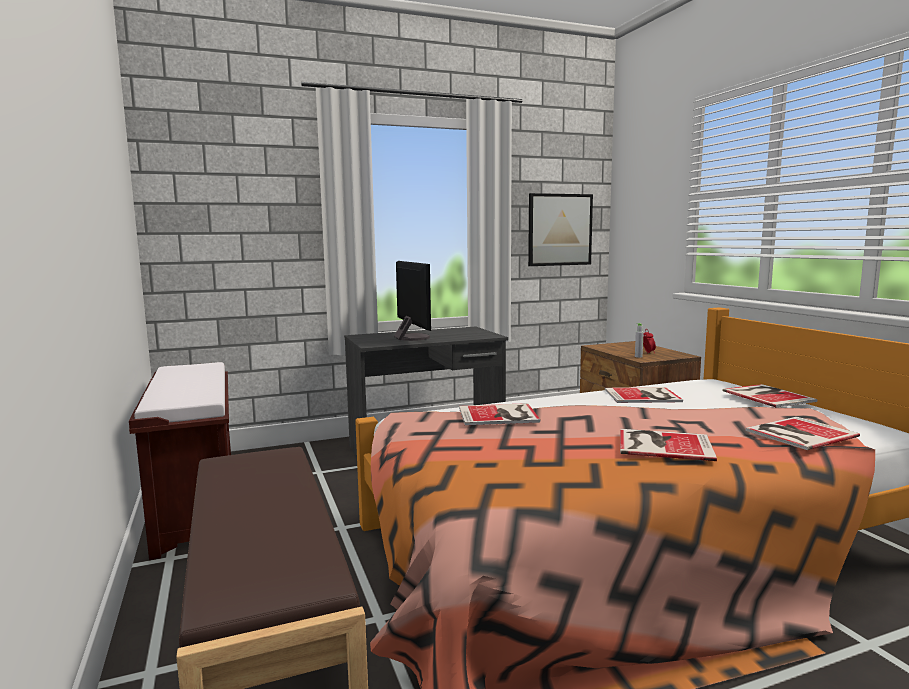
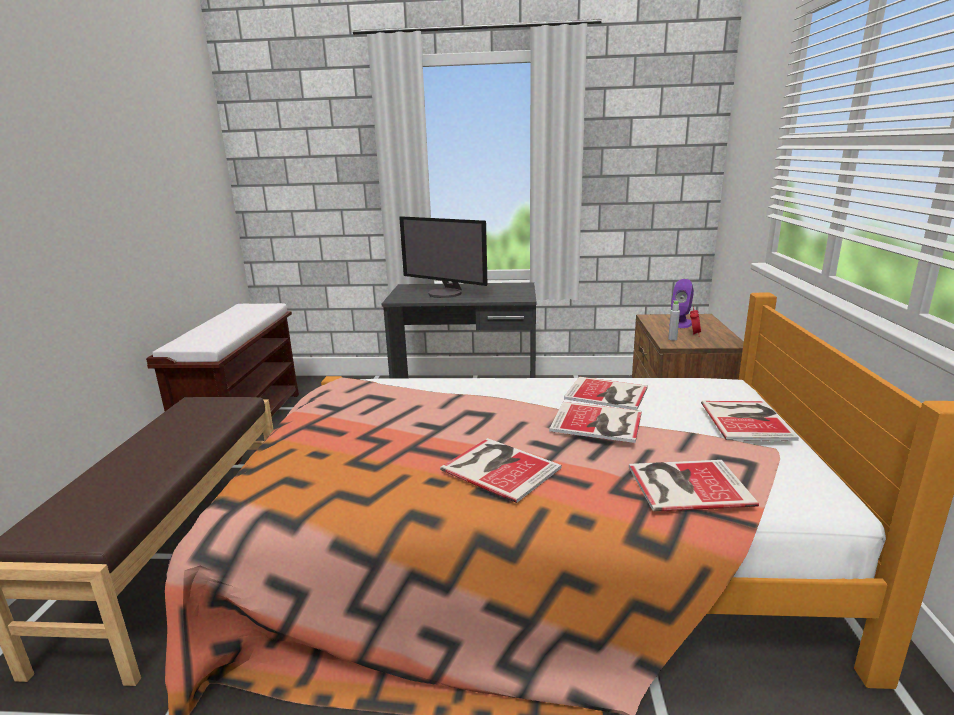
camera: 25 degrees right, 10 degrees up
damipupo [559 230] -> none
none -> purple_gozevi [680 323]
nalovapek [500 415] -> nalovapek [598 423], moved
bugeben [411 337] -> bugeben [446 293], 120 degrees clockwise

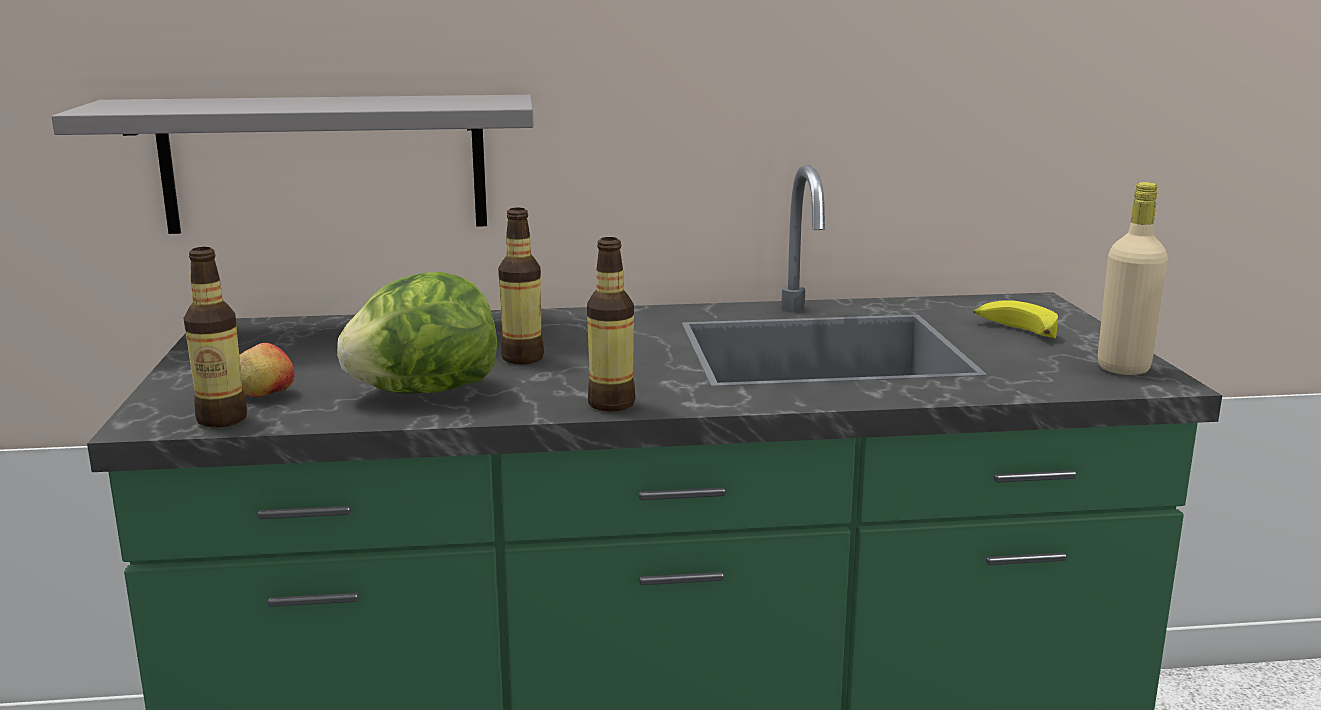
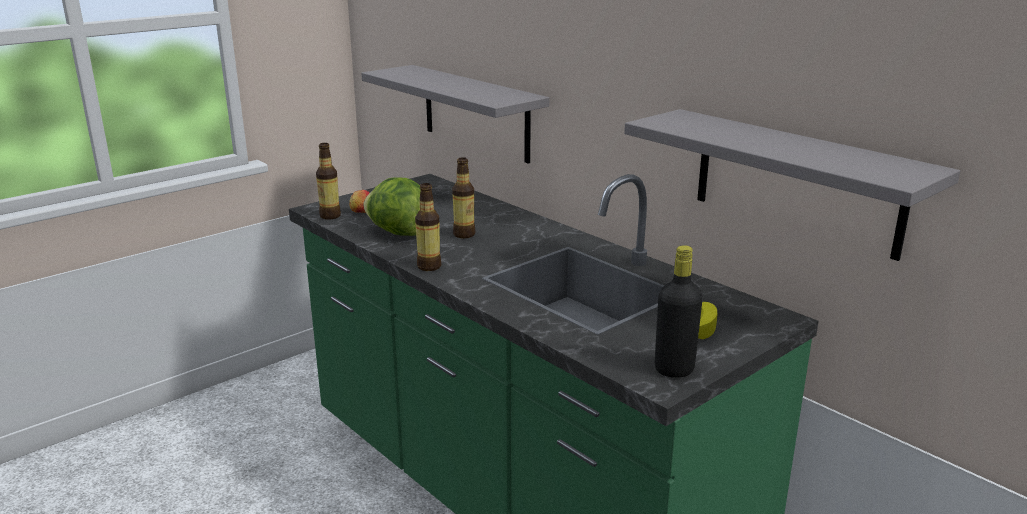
camera: 55 degrees right, 5 degrees up
none -> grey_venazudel [796 182]
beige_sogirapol [1123 368] -> black_sogirapol [674 369]

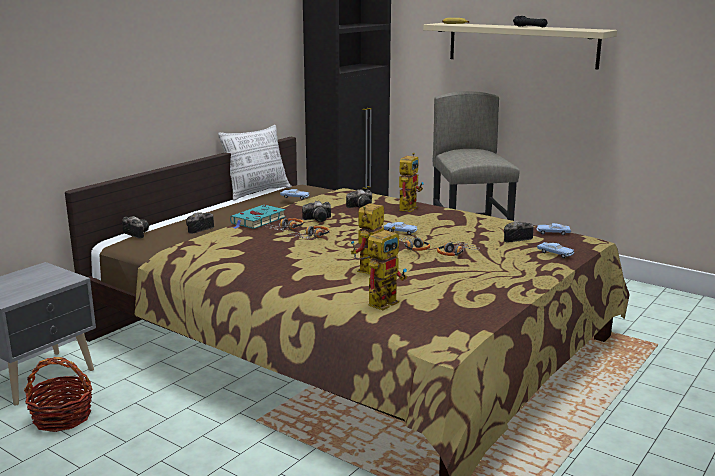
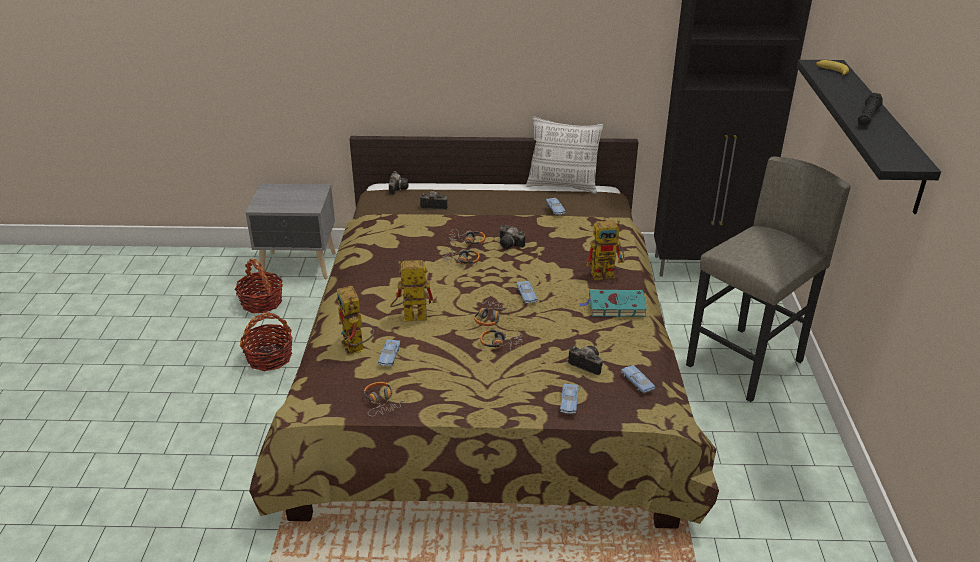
camera: 55 degrees right, 15 degrees up
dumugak [362 206] -> none
none -> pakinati [269 357]
none -> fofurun [381 402]
none -> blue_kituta [389 356]
turquoise_nalovapek [257 220] -> turquoise_nalovapek [615 306], moved
beige_venazudel [521 45] -> black_venazudel [879 133]
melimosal [385 301] -> melimosal [356 349], 60 degrees clockwise

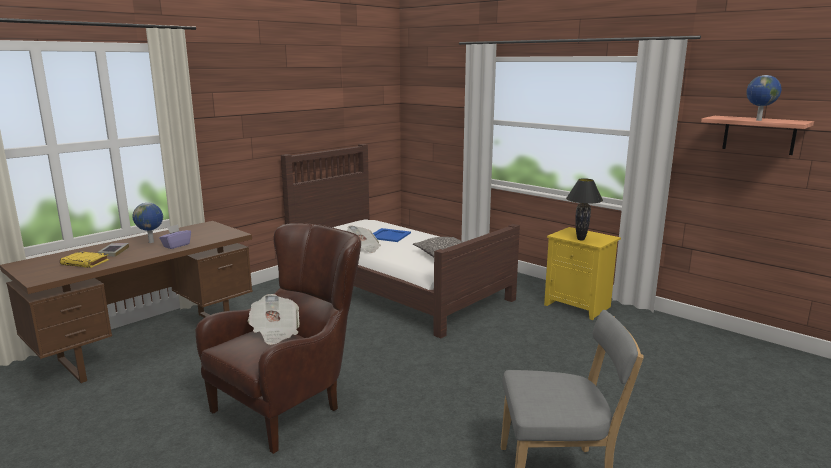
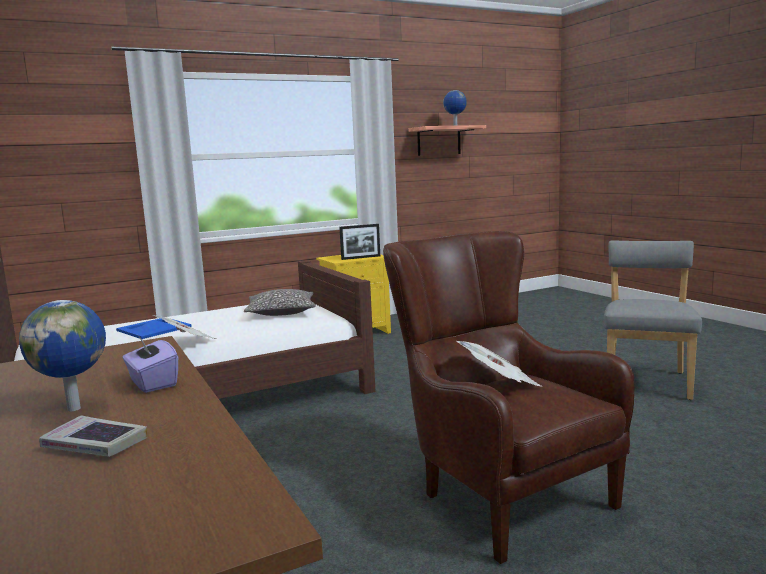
camera: 70 degrees left, 5 degrees down
yellow_nalovapek [85 262] -> none
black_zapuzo [581 239] -> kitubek [361 257]

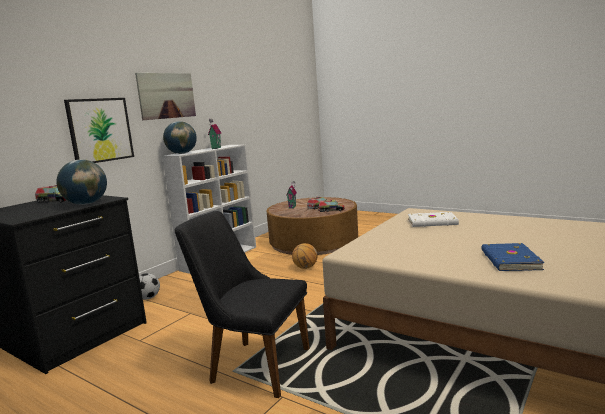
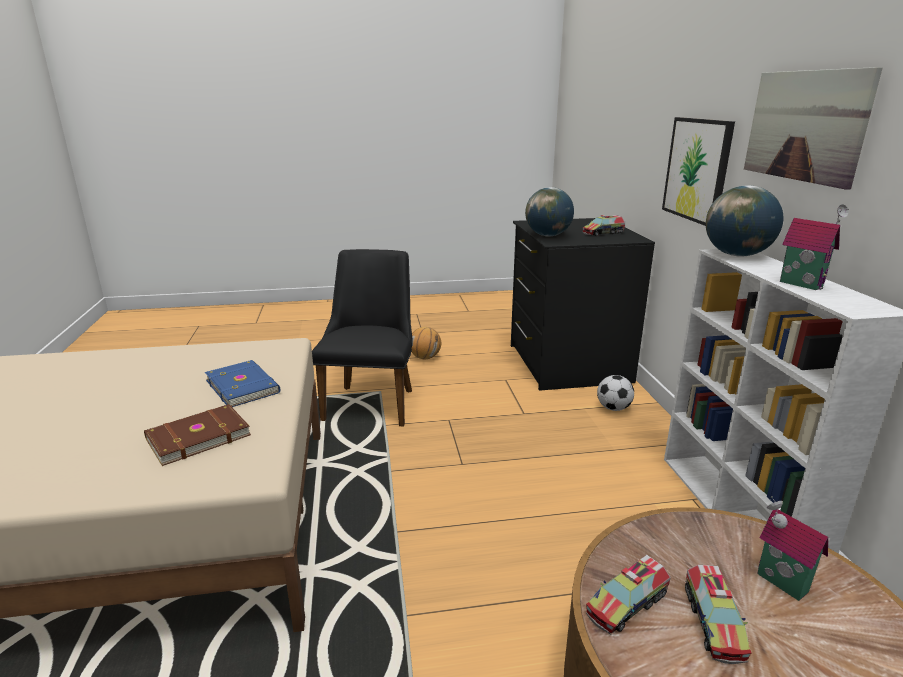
camera: 135 degrees right, 10 degrees up
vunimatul [305 267] -> vunimatul [425 357], moved
blue_nalovapek [509 260] -> blue_nalovapek [244 386], moved
white_nalovapek [433 222] -> brown_nalovapek [197 437]
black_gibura [251 364] -> black_gibura [373 400], 60 degrees counterclockwise

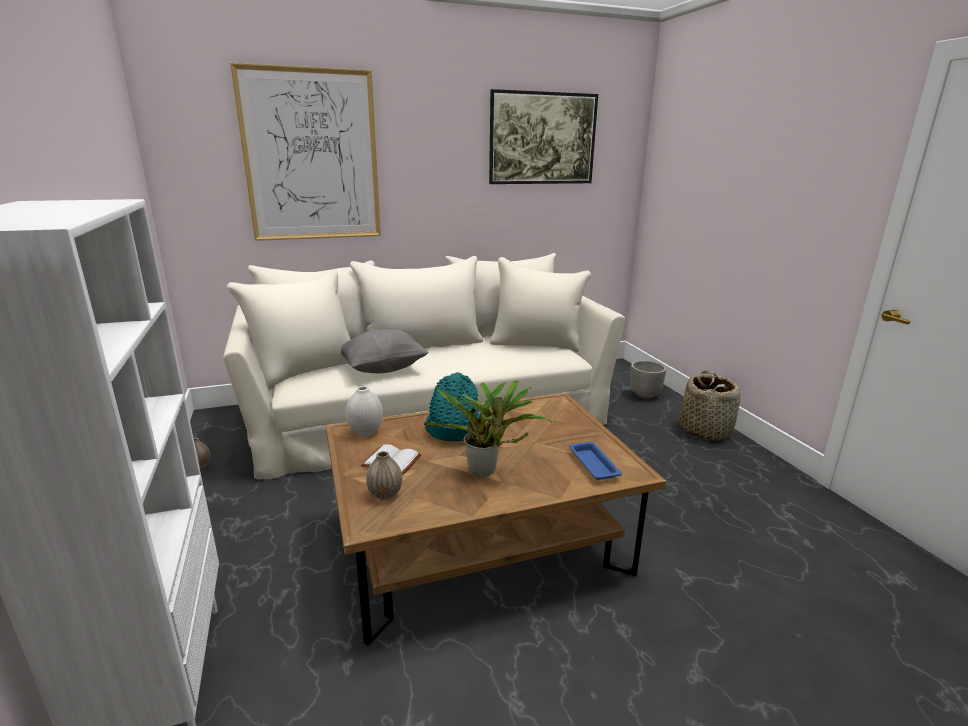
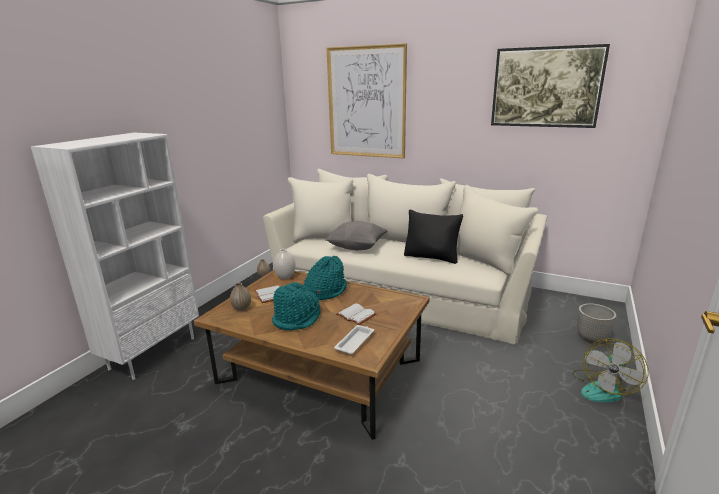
camera: 45 degrees right, 0 degrees up
none -> white_nalovapek [355 315]
none -> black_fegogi [432 257]
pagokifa [486 472] -> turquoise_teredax [297 319]
pakinati [705 431] -> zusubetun [603 388]
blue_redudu [593 463] -> white_redudu [355 342]

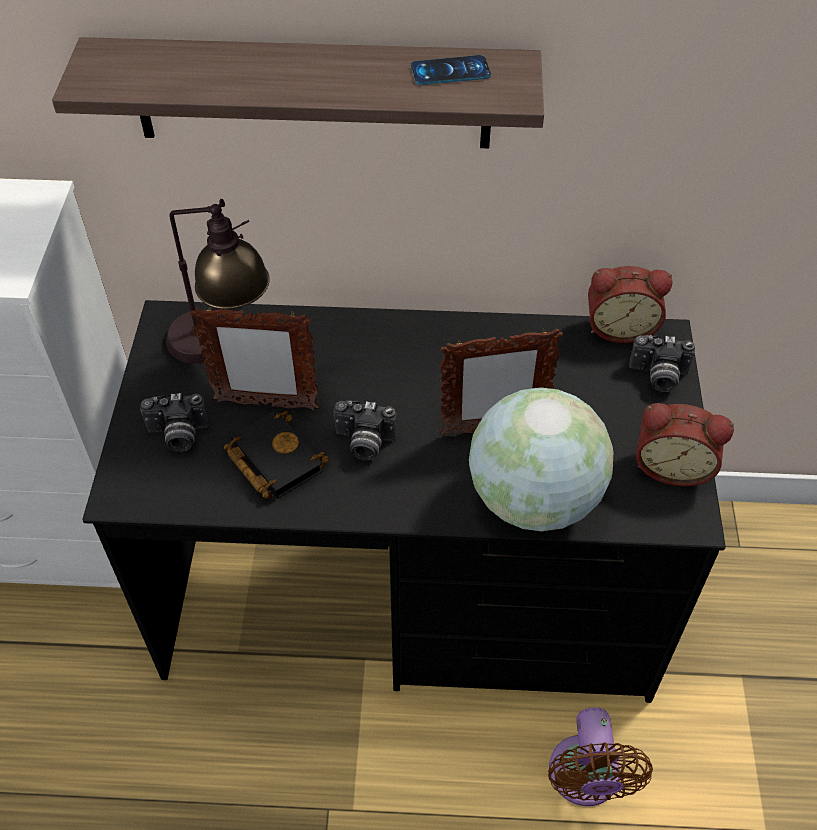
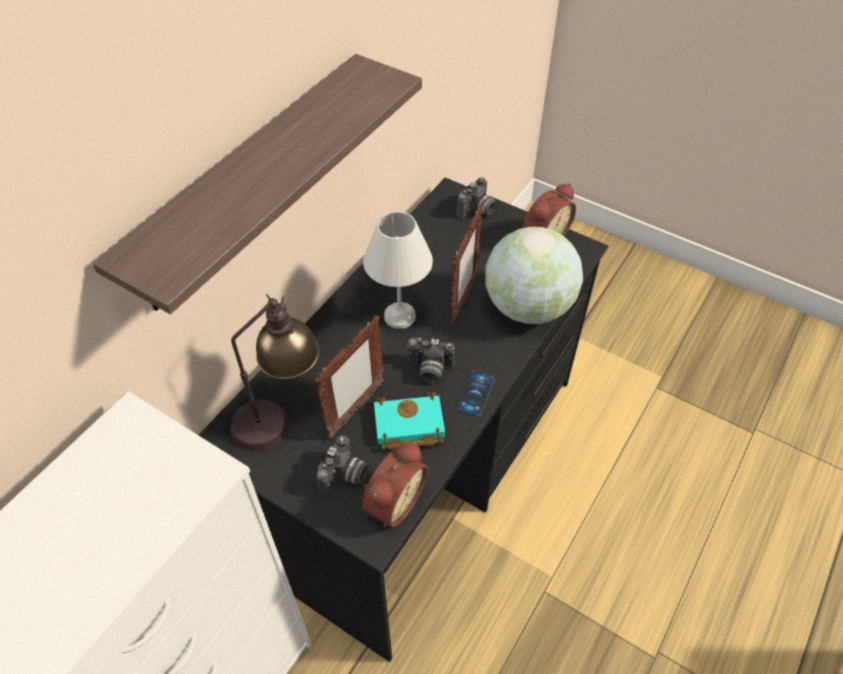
camera: 60 degrees left, 0 degrees up
brown_zusubetun [585 779] -> none
none -> white_zapuzo [401 316]
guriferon [450 71] -> guriferon [475 393], moved
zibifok [620 327] -> zibifok [392 501], moved
black_nalovapek [272 459] -> turquoise_nalovapek [407 426]
dumugak [364 443] -> dumugak [429 370], 60 degrees clockwise

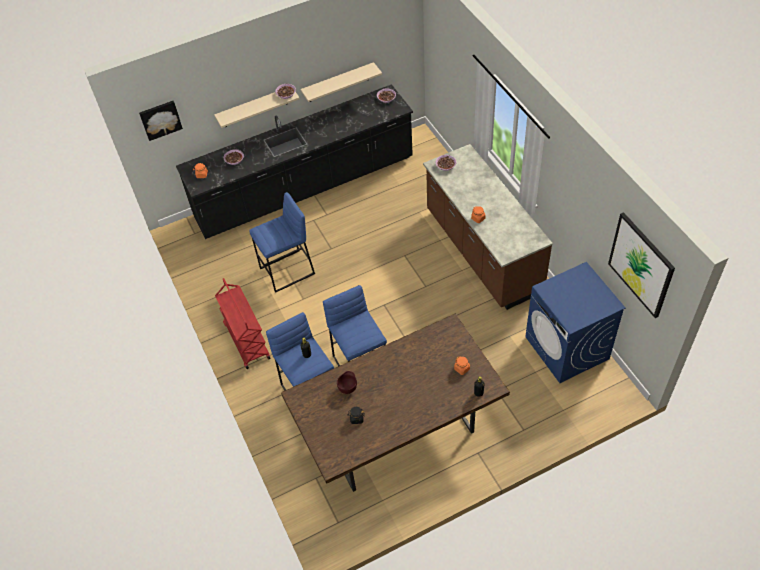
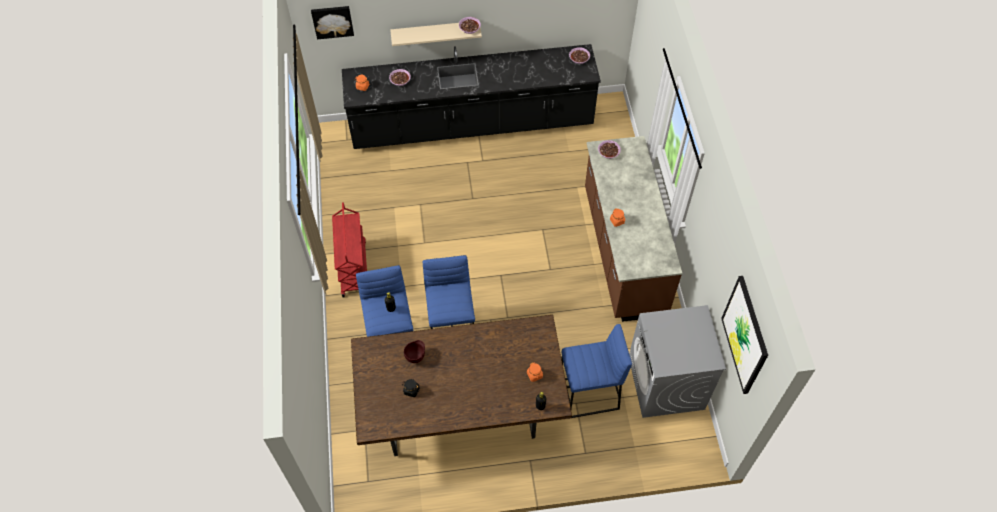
camera: 15 degrees right, 5 degrees up
beige_venazudel [338 83] -> none
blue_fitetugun [287 271] -> blue_fitetugun [589 395], moved
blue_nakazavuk [567 348] -> grey_nakazavuk [666 383]

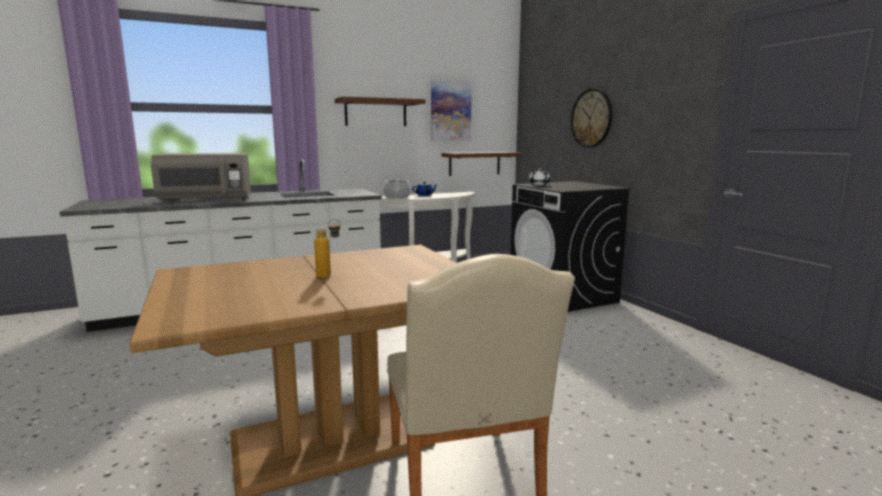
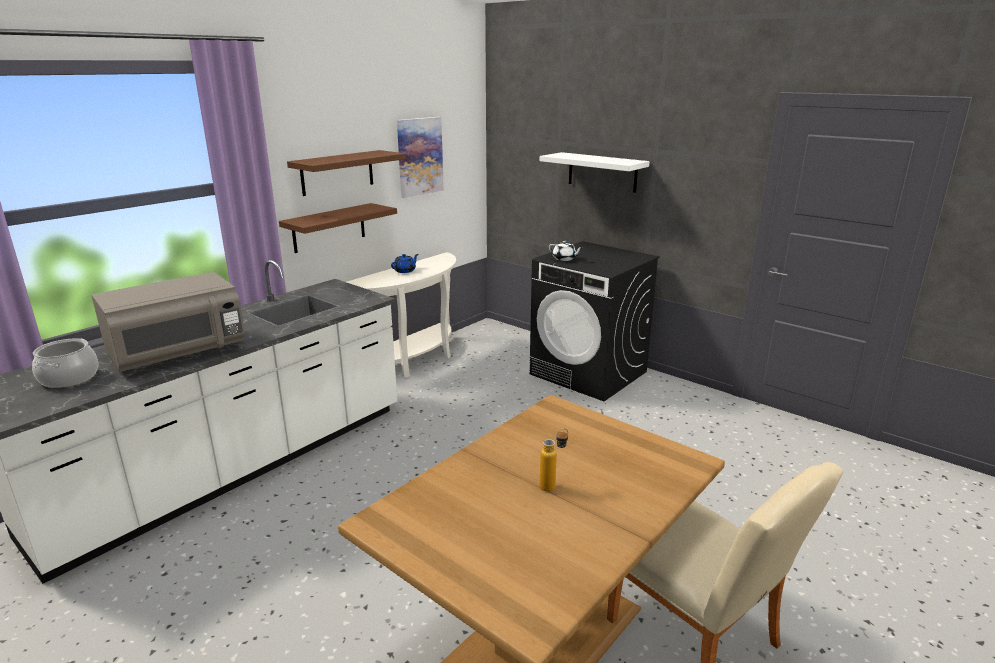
camera: 25 degrees left, 10 degrees up
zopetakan [397 197] -> zopetakan [69 378], moved
brown_venazudel [474 163] -> brown_venazudel [329 228], moved
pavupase [591 118] -> white_venazudel [602 172]

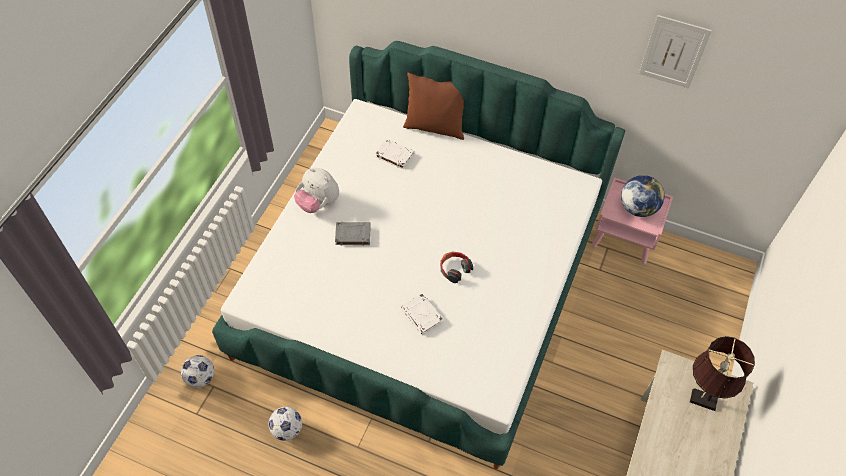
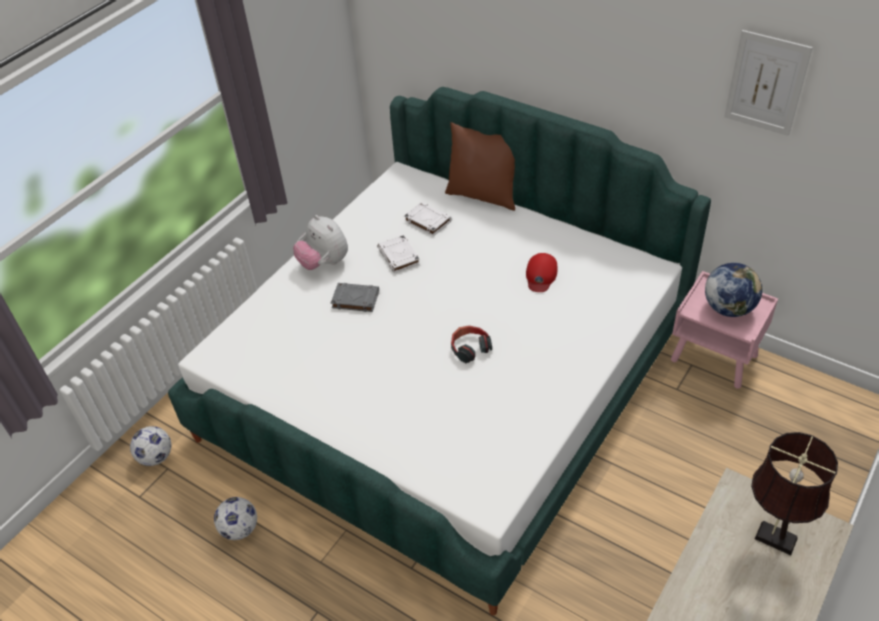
camera: 15 degrees right, 10 degrees down
none -> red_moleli [541 275]
white_nalovapek [422 316] -> white_nalovapek [399 257], moved

